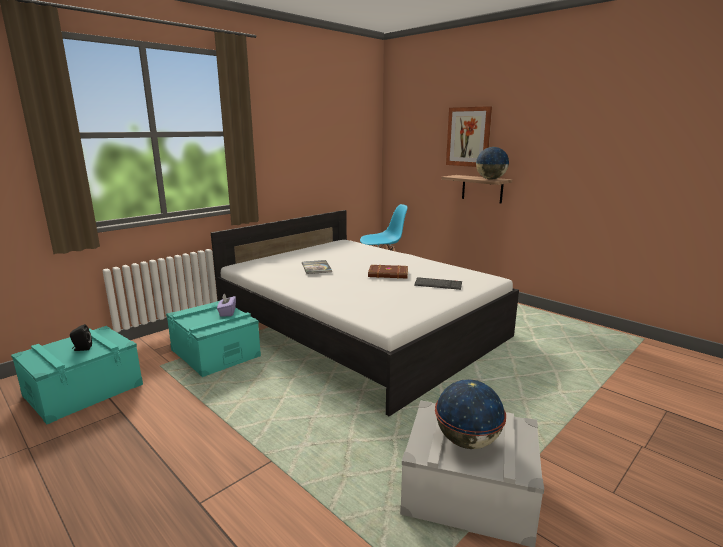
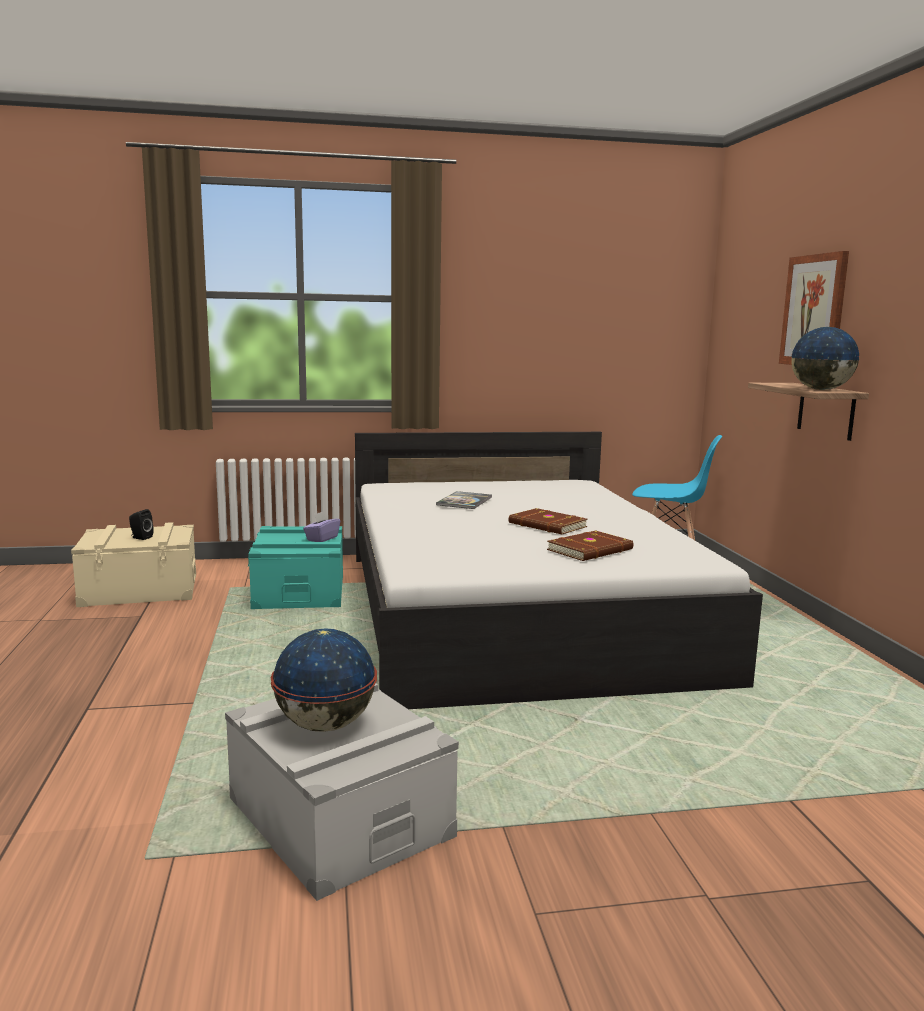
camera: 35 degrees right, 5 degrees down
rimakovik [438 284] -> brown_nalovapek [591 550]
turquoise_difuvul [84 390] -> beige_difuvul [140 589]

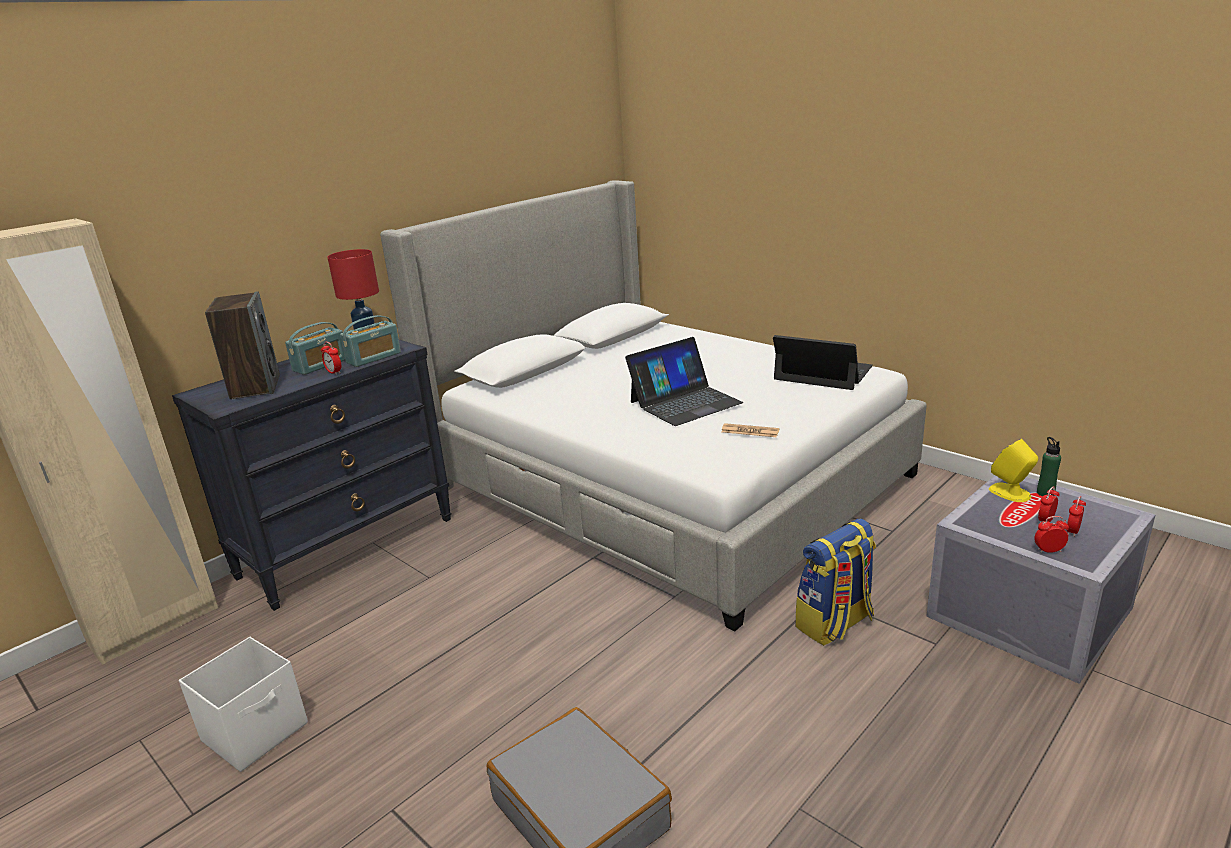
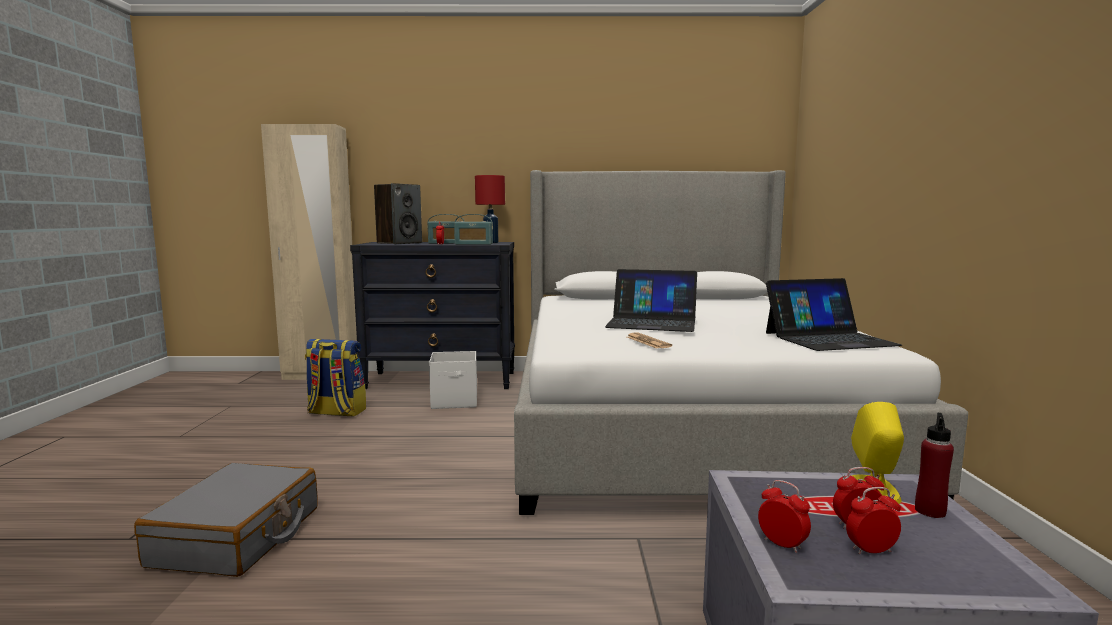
camera: 45 degrees right, 15 degrees down
white_difuvul [257 732] -> white_difuvul [455 401], moved
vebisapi [835 624] -> vebisapi [336 412], moved
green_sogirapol [1045 493] -> red_sogirapol [930 511]
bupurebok [823 373] -> bupurebok [829 339], 90 degrees clockwise

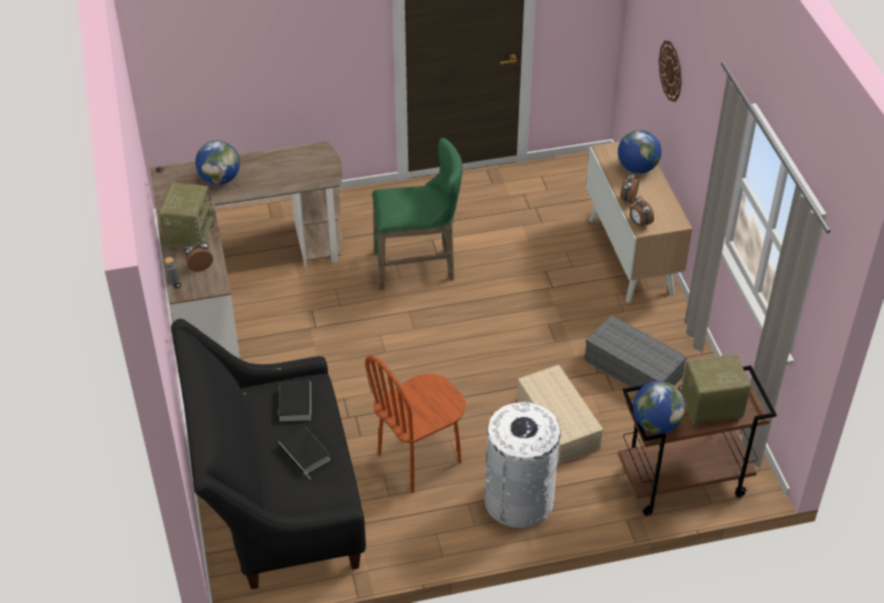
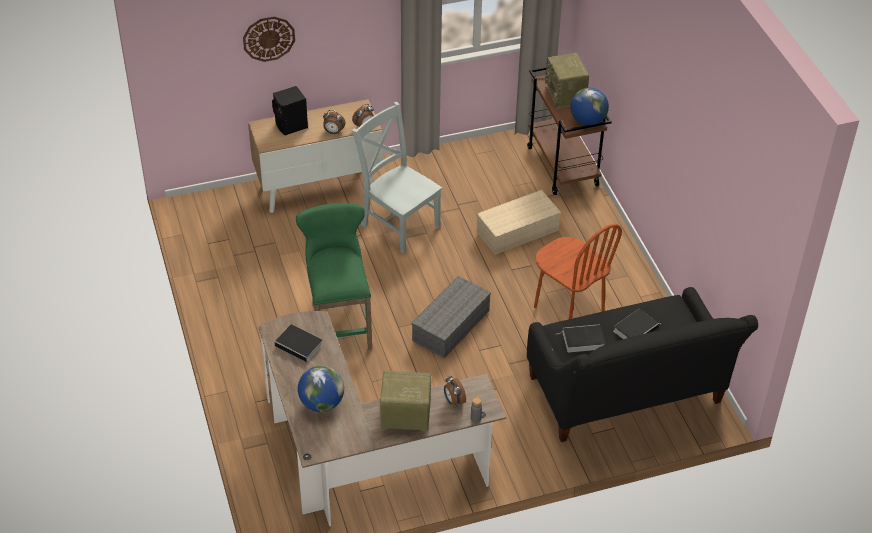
camera: 95 degrees left, 0 degrees up
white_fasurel [519 500] -> none
none -> nalovapek [300 345]
none -> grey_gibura [398 223]
grey_difuvul [631 368] -> grey_difuvul [451 326], moved
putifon [637 168] -> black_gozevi [291 126]

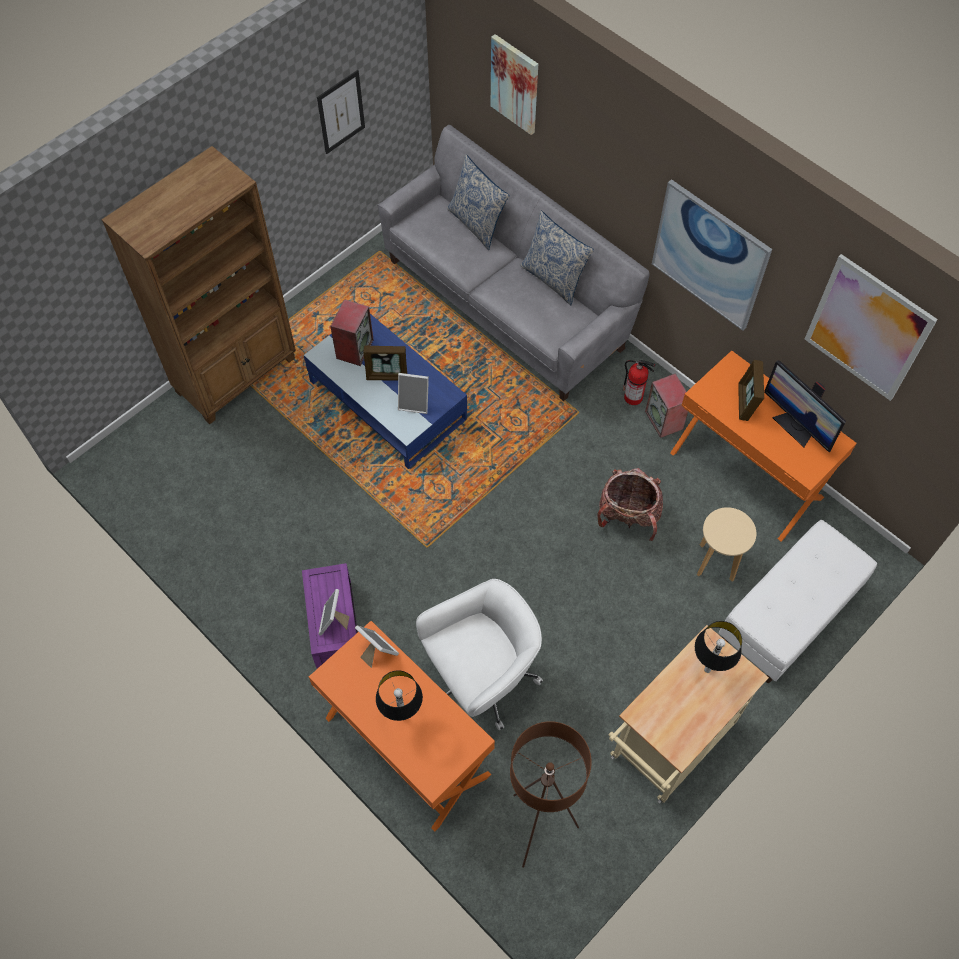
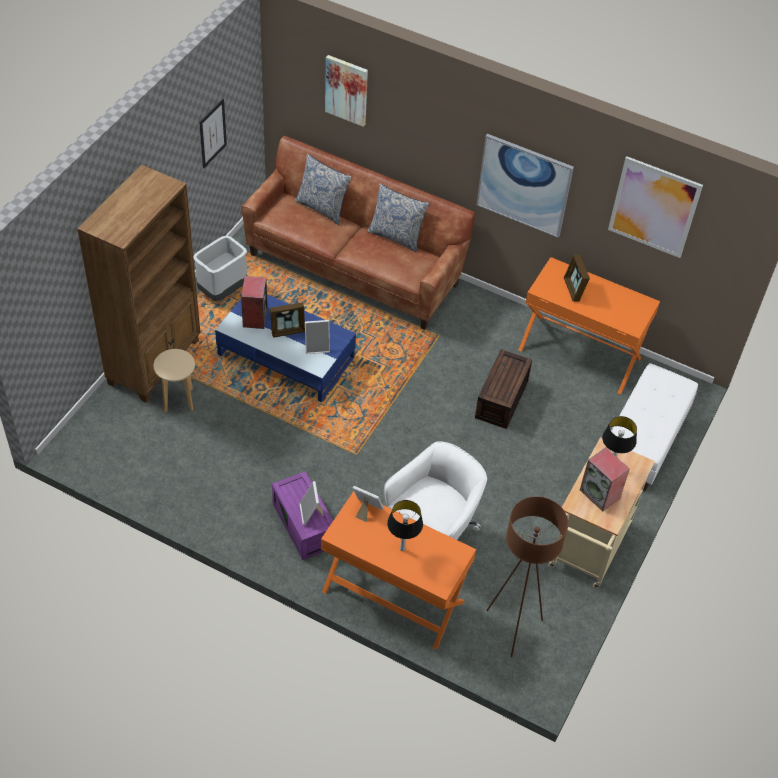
camera: 20 degrees left, 10 degrees down
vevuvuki [634 397] -> none
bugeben [796 426] -> none
none -> grey_fasurel [222 290]
gozevi [664 420] -> gozevi [600 494], moved
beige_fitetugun [716 562] -> beige_fitetugun [178 400], moved
vebisapi [628 516] -> brown_difuvul [502 400]
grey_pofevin [505 303] -> brown_pofevin [353 269]

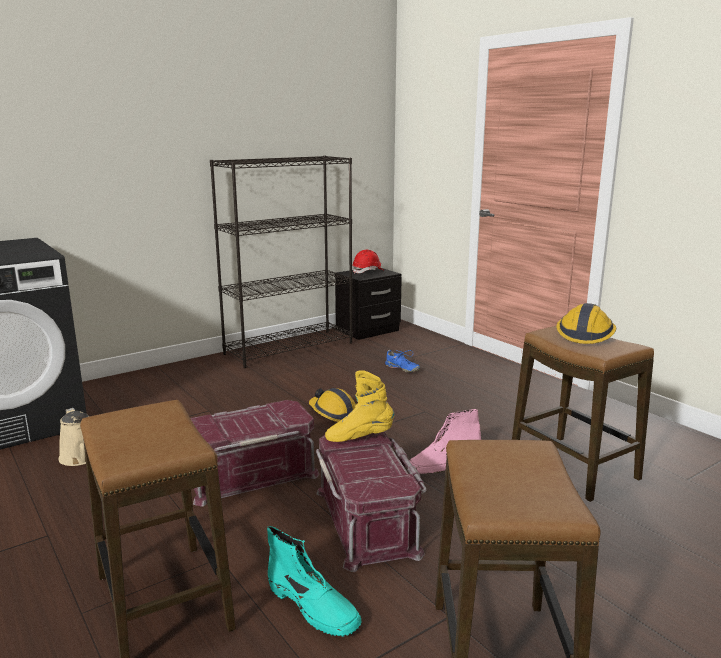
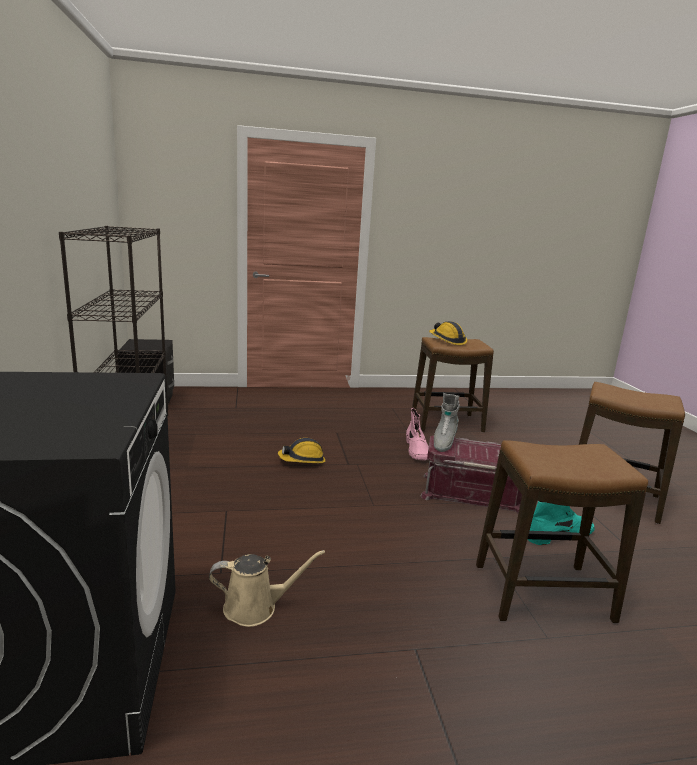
camera: 65 degrees left, 0 degrees up
red_difuvul [250 474] -> none
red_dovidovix [368 271] -> none
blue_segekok [402 368] -> none
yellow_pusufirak [359 437] -> grey_pusufirak [443 442]

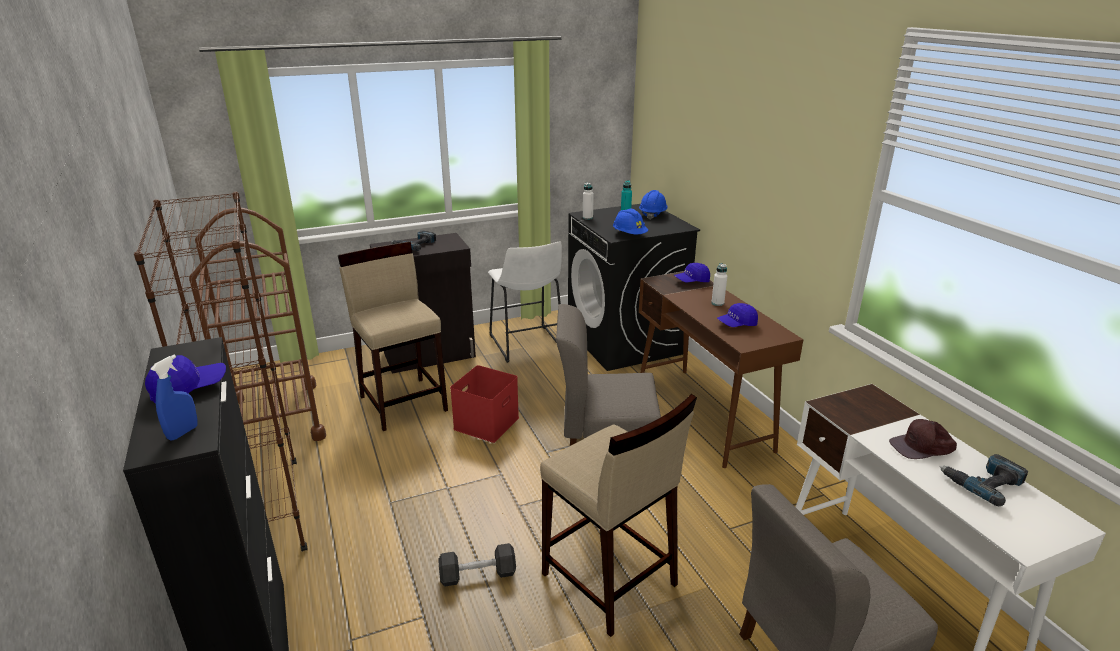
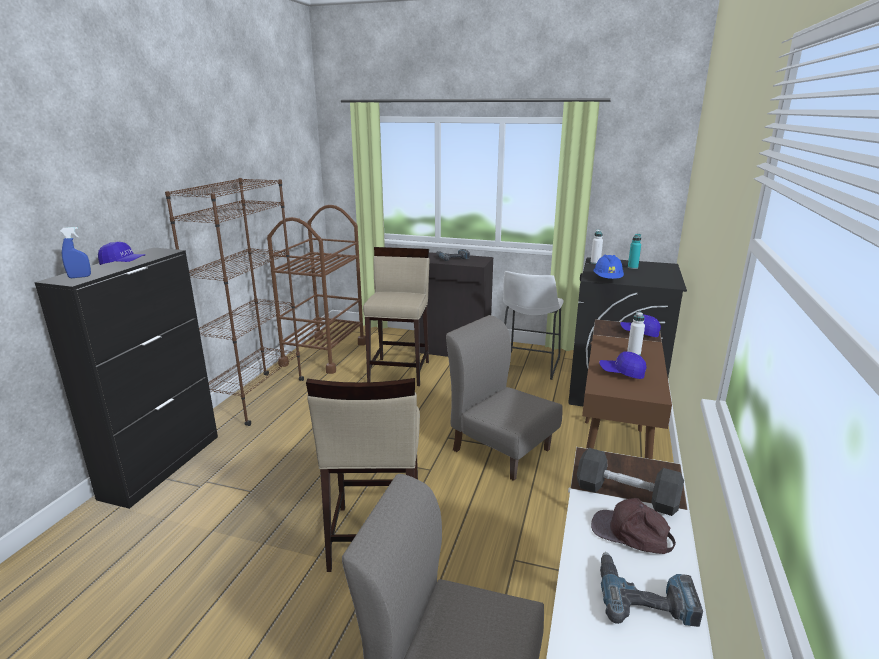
camera: 40 degrees right, 5 degrees down
red_difuvul [486 422] -> none
blue_dovidovix [652 214] -> none
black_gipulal [478 575] -> black_gipulal [626 495], moved

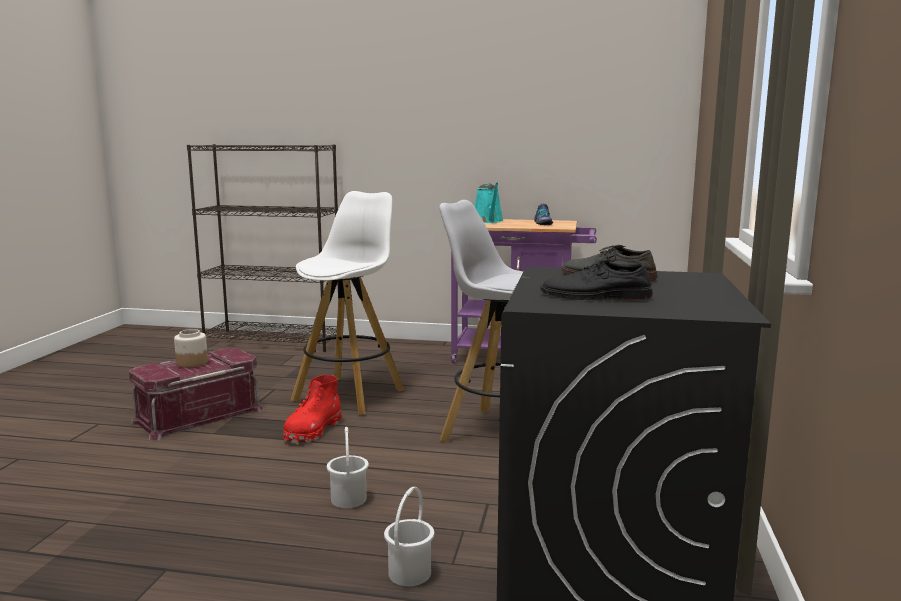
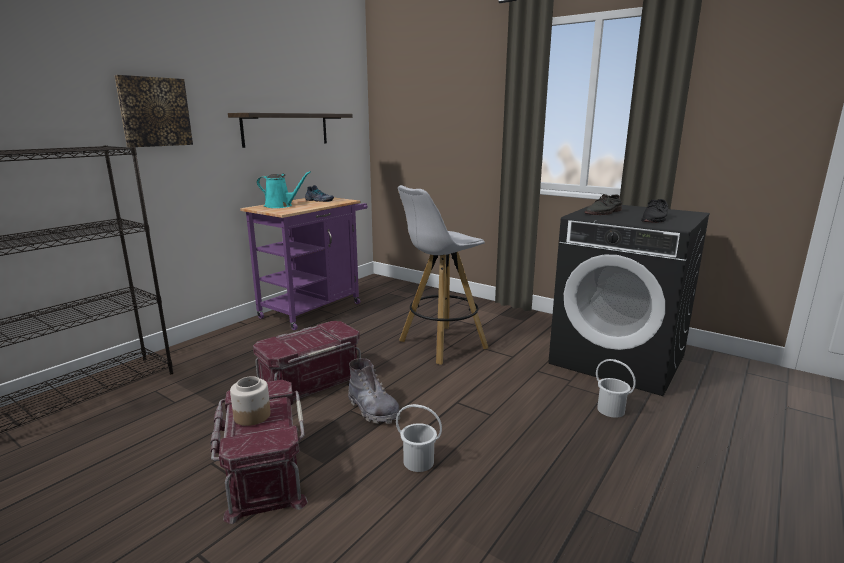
camera: 65 degrees left, 5 degrees up
none -> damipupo [154 112]
none -> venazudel [286 129]
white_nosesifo [349 499] -> white_nosesifo [418 461], moved
white_fitetugun [350 395] -> red_difuvul [310 381]
red_pusufirak [312 431] -> grey_pusufirak [373 410]

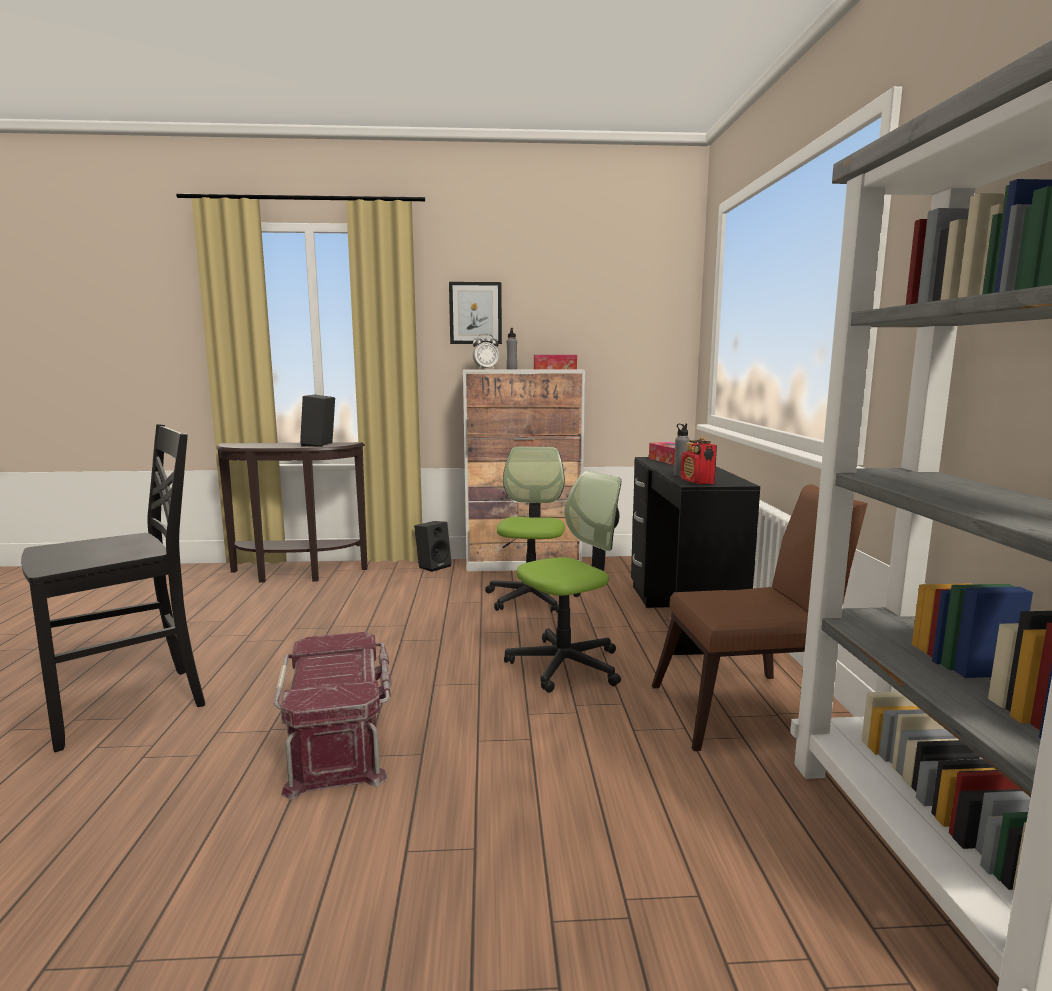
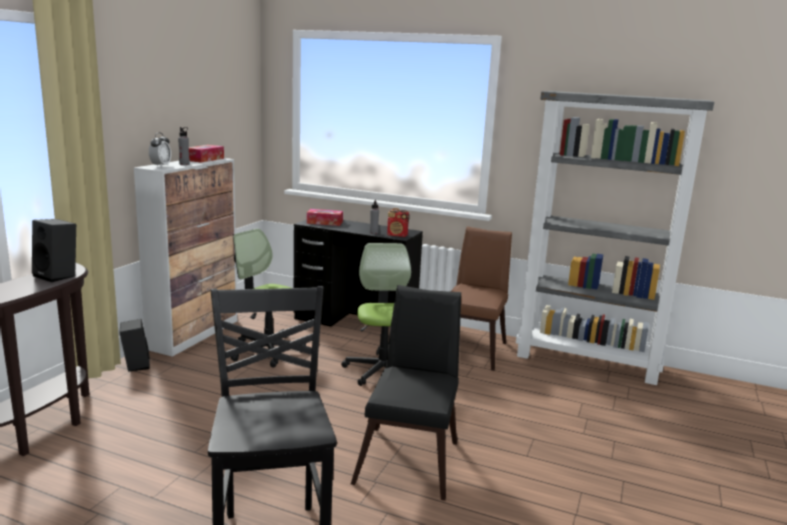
camera: 65 degrees left, 5 degrees up
damipupo [475 313] -> none
red_difuvul [340 740] -> black_gibura [410 457]

